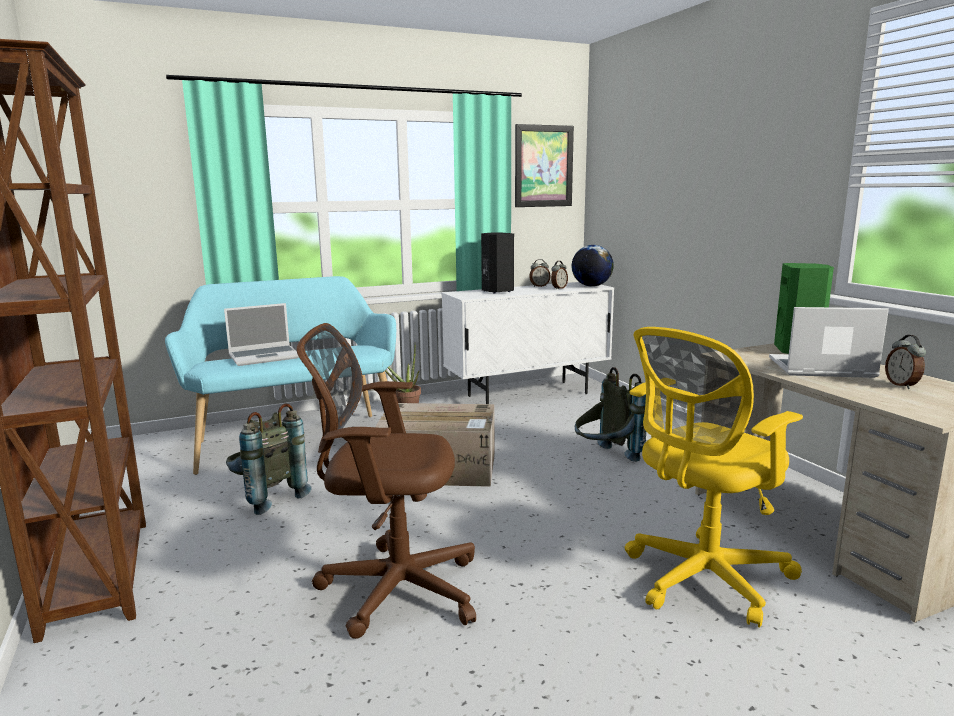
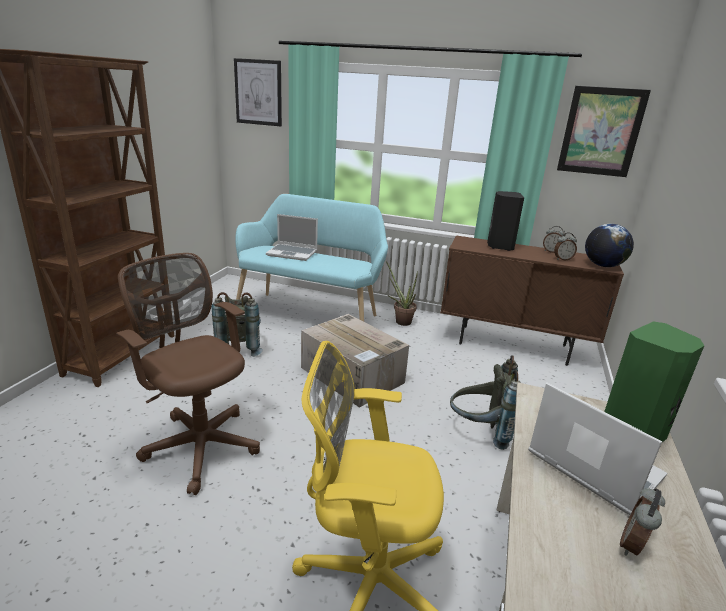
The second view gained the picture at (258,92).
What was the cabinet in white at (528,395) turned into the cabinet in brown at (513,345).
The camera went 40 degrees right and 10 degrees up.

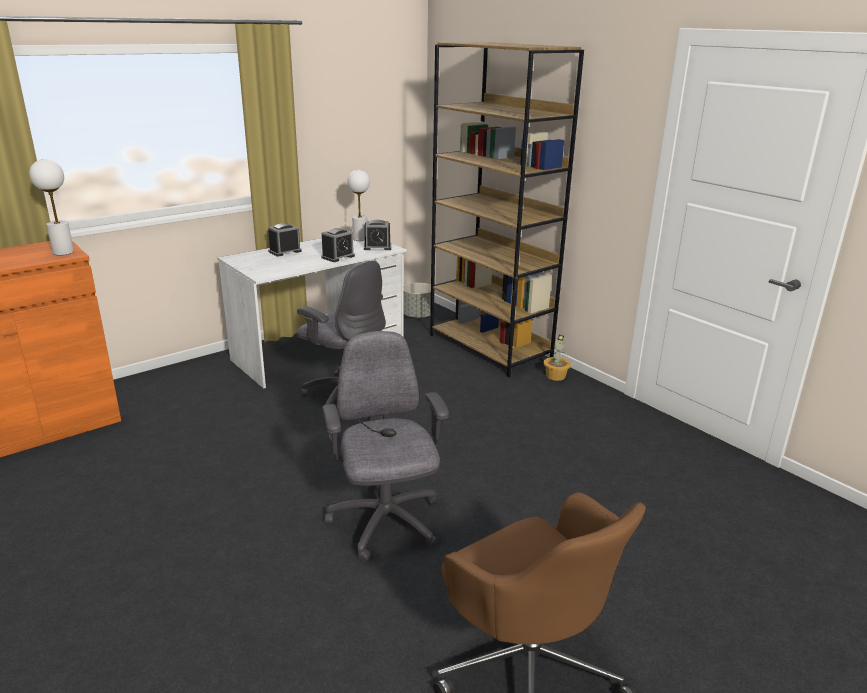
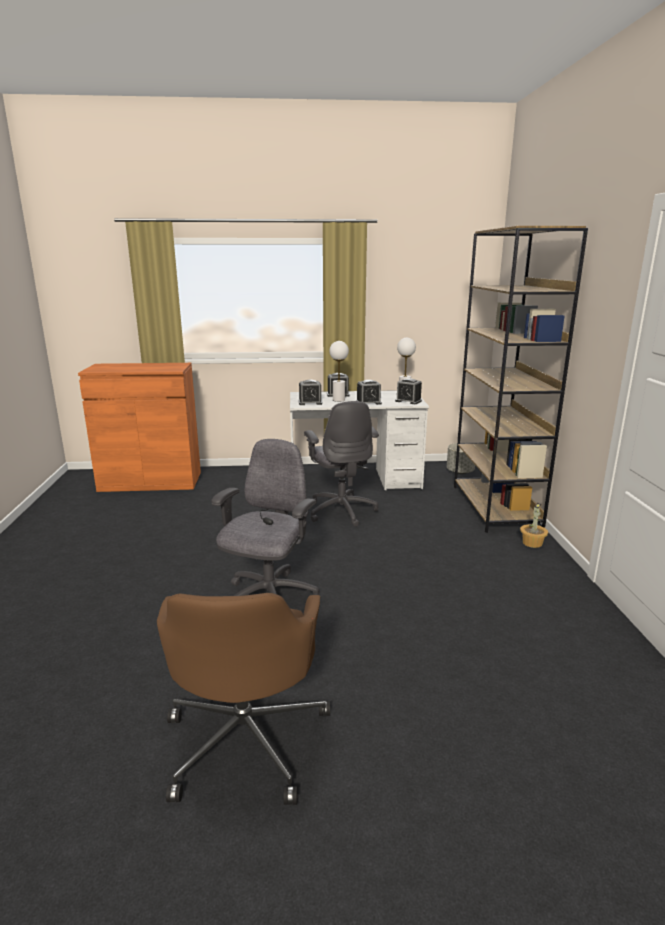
The second view gained the alarm clock at (310,402).
The table lamp in white ended up elsewhere, having gone from (63,252) to (339,400).
The camera went 35 degrees right and 5 degrees down.

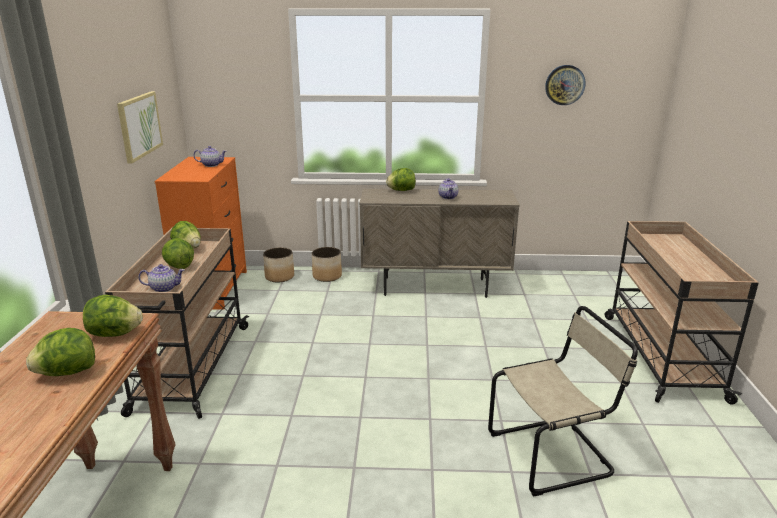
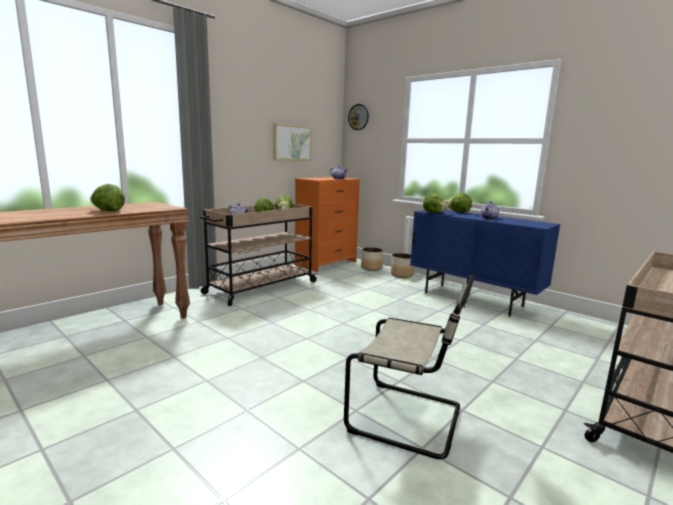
The lettuce ended up elsewhere, having gone from (115,334) to (434,212).
The wall clock ended up elsewhere, having gone from (565,85) to (358,117).
What was the cabinet in beige at (435,287) turned into the cabinet in blue at (473,299).
The camera went 40 degrees right and 10 degrees down.

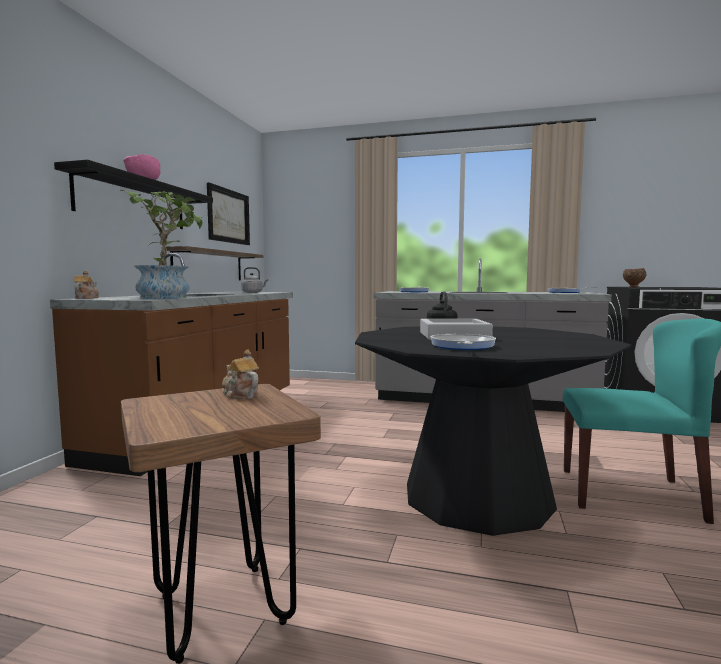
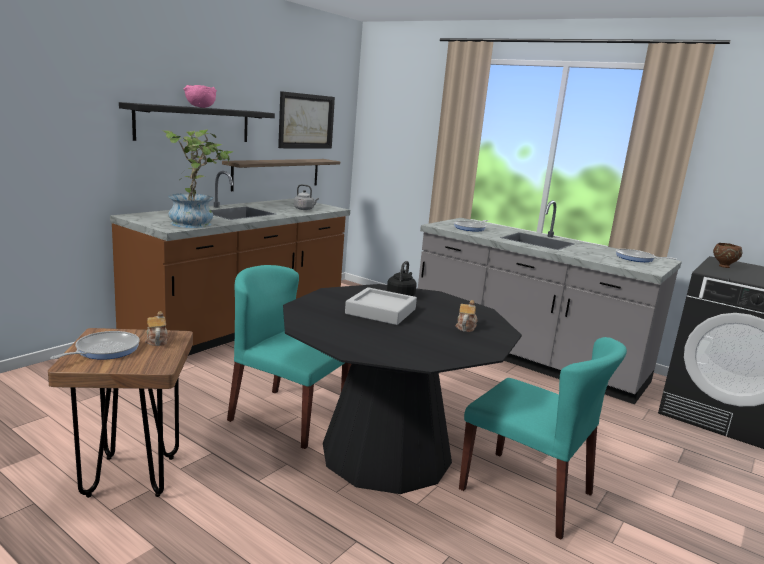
The second view gained the chair in turquoise at (287,417).
The teapot ended up elsewhere, having gone from (86,298) to (465,327).
The frying pan ended up elsewhere, having gone from (462,346) to (104,350).
The camera went 20 degrees right and 10 degrees up.

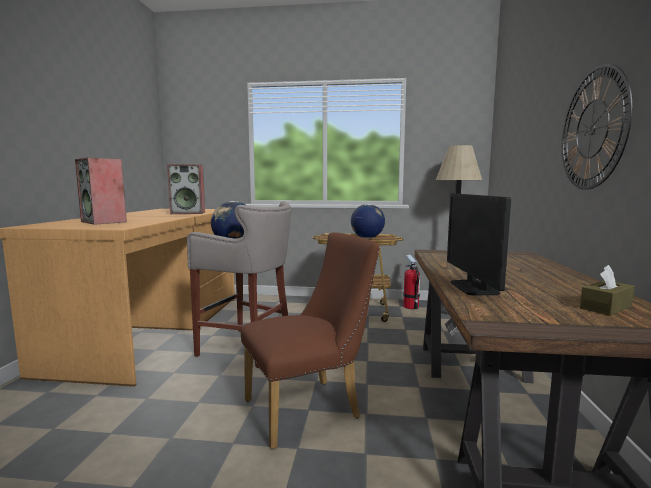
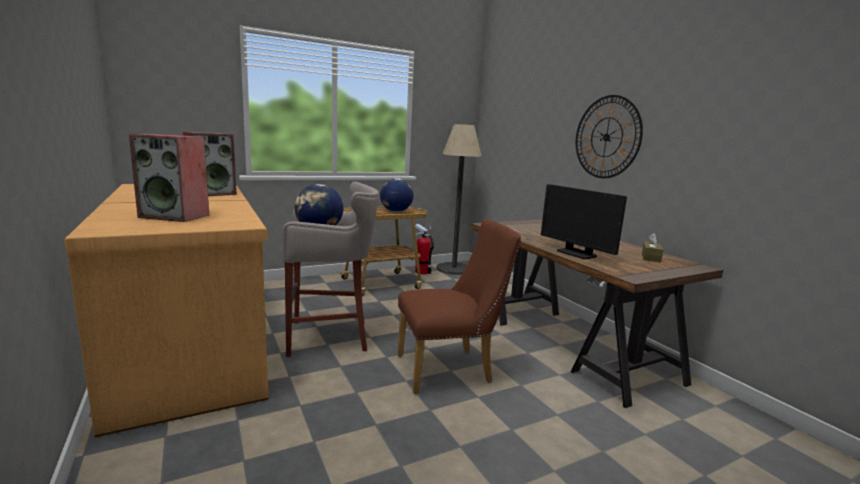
The chair in brown at (310,408) ended up facing another way, 45 degrees clockwise from before.
The camera went 35 degrees left and 5 degrees up.

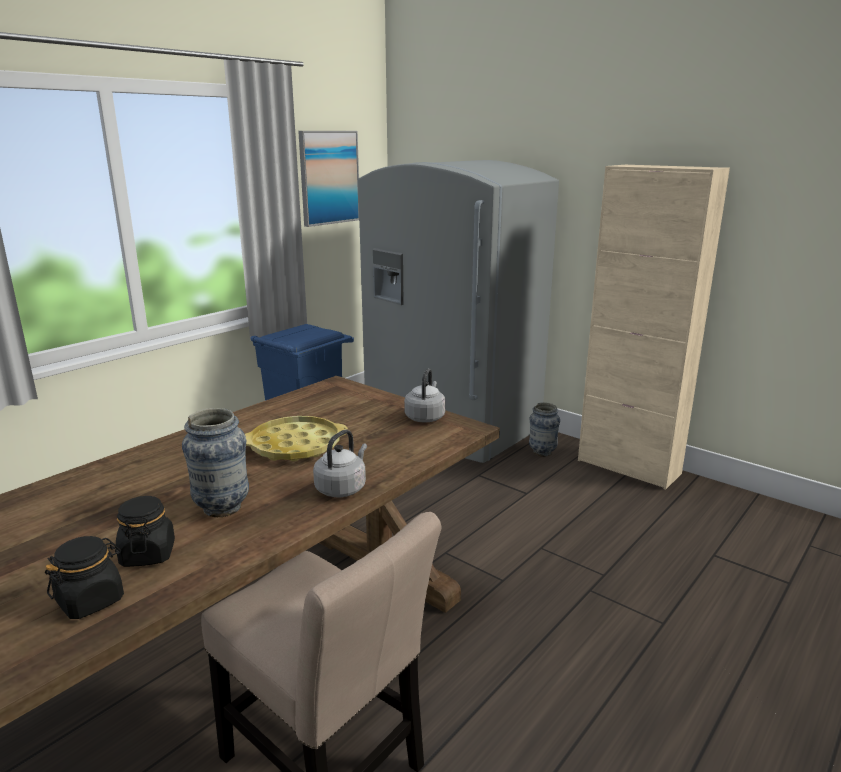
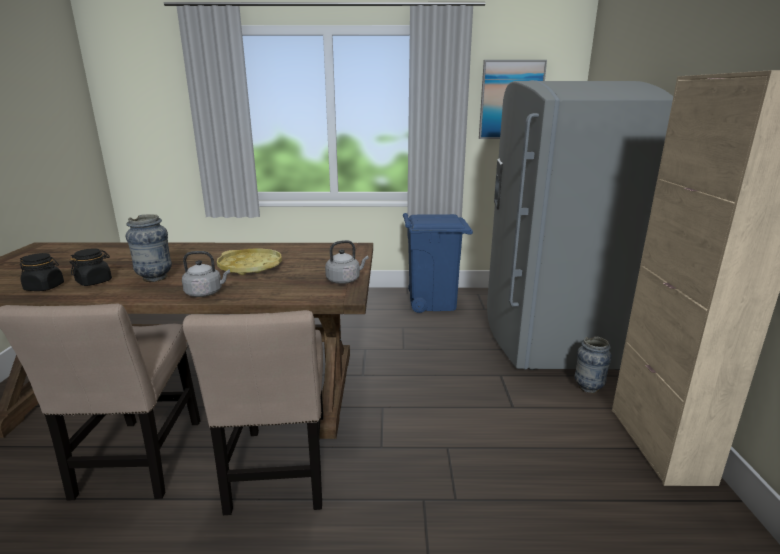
The second view gained the chair in beige at (280,473).
The camera went 50 degrees right and 0 degrees up.

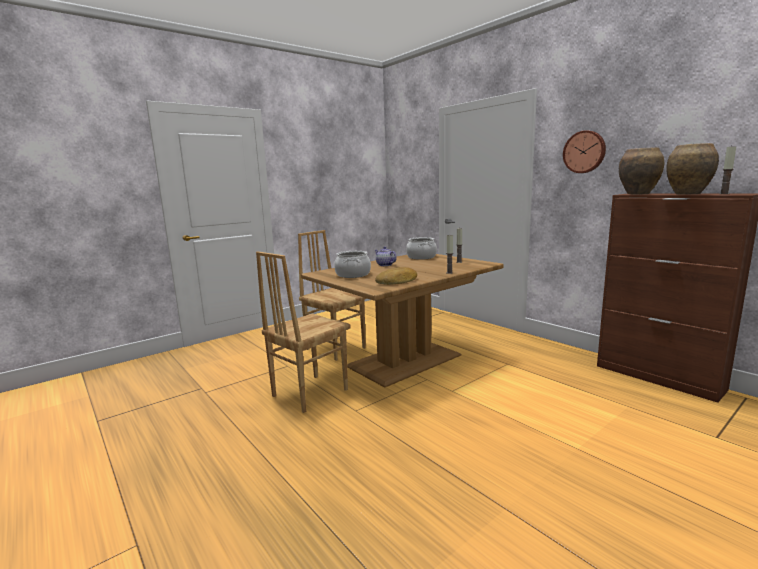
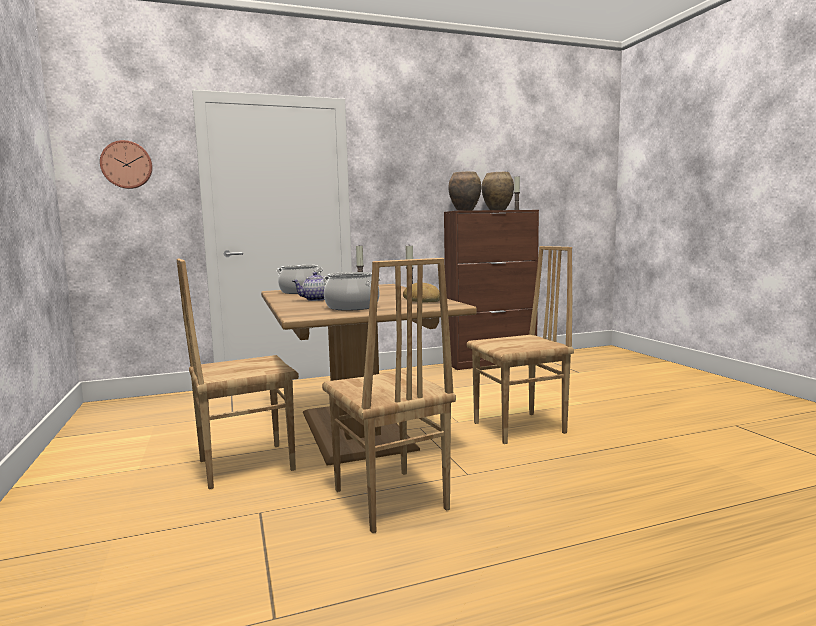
The second view gained the chair in brown at (520,428).
The wall clock ended up elsewhere, having gone from (584,152) to (127,165).
The camera went 70 degrees left and 5 degrees down.

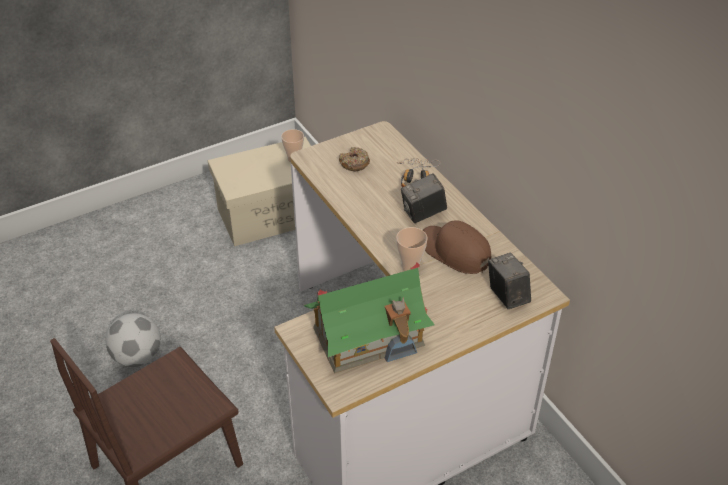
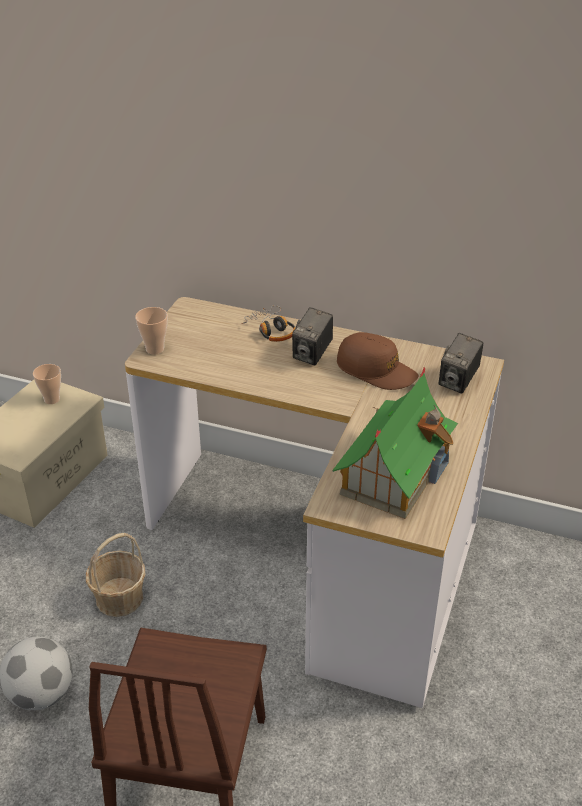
The second view lost the donut at (354,163).
The second view gained the basket at (119,598).
The cup ended up elsewhere, having gone from (410,266) to (155,349).
The cap in brown at (454,252) ended up facing another way, 150 degrees counterclockwise from before.
The photo camera at (507,296) ended up facing another way, 90 degrees counterclockwise from before.
The camera went 40 degrees left and 5 degrees down.

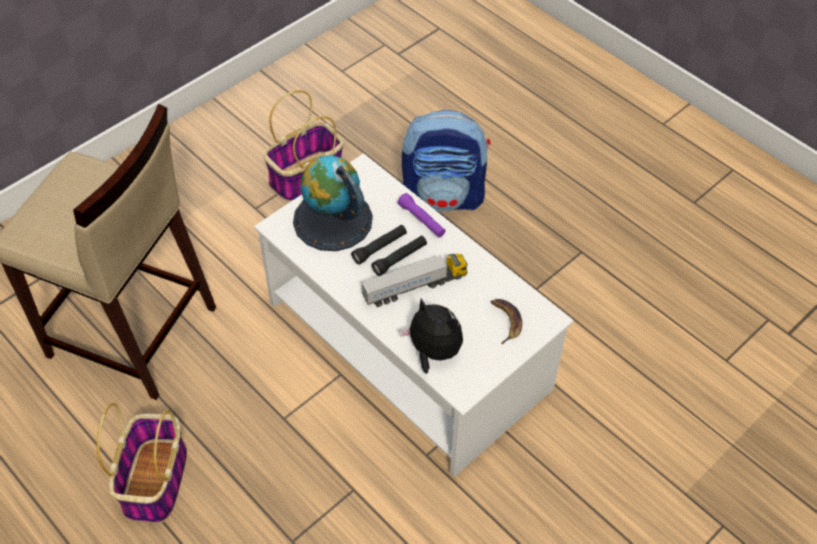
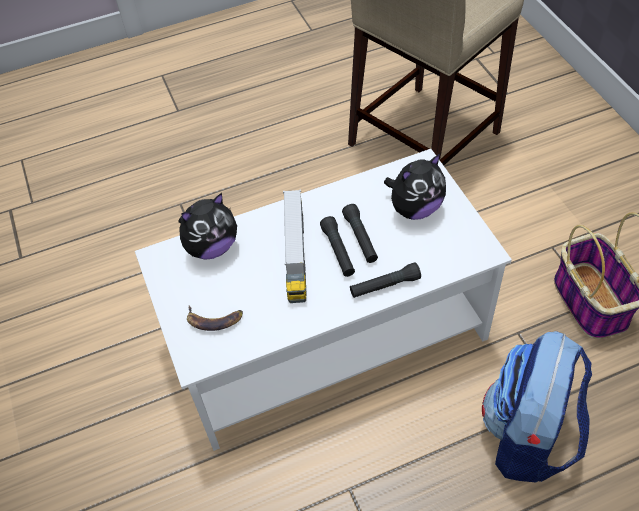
The second view lost the basket at (155,479).
Where the globe stood at (332,220), the plush toy came to stand at (415,208).
What was the flashlight in purple at (422,220) turned into the flashlight in black at (384,286).
The camera went 115 degrees right and 0 degrees up.

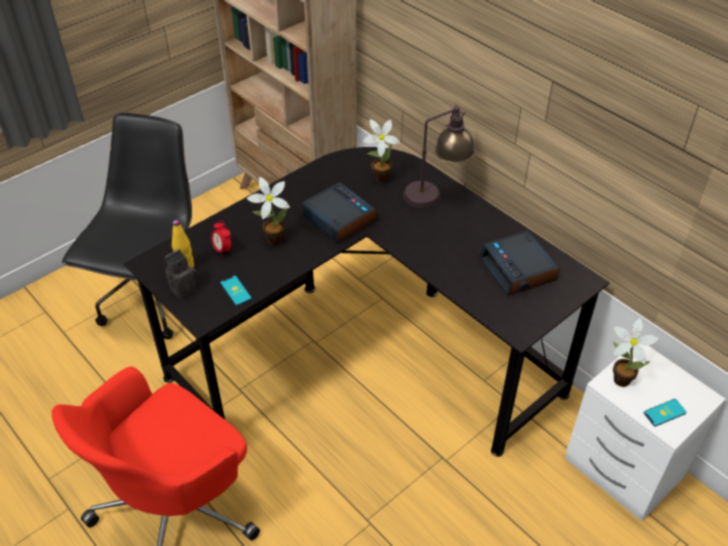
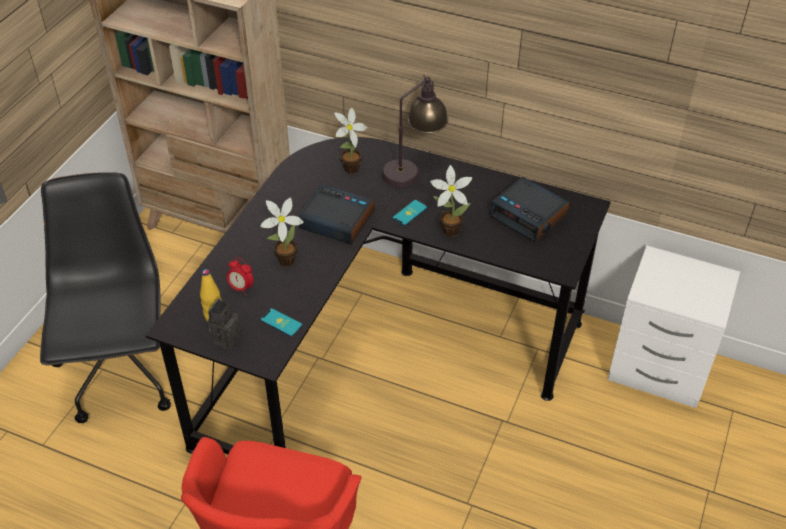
The potted plant ended up elsewhere, having gone from (619,378) to (448,230).
The phone ended up elsewhere, having gone from (664,413) to (409,213).
The camera went 25 degrees left and 0 degrees up.

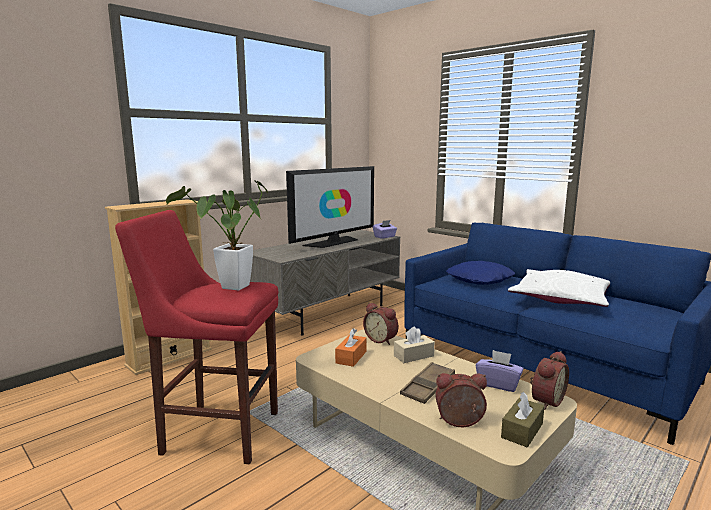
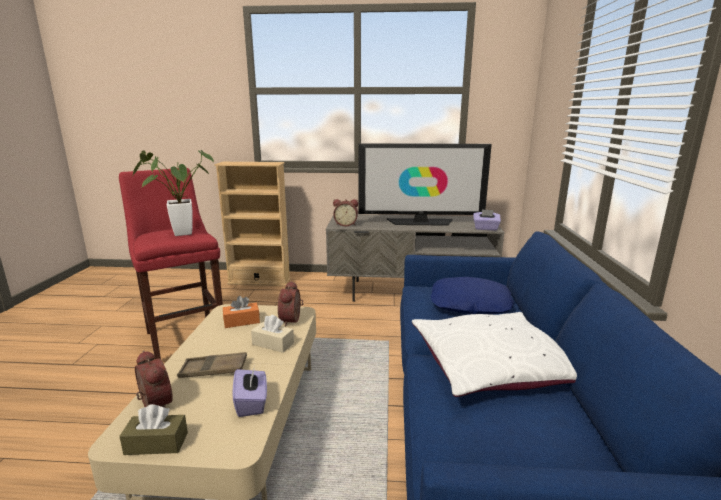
The alarm clock ended up elsewhere, having gone from (545,400) to (346,224).
The camera went 50 degrees right and 5 degrees up.

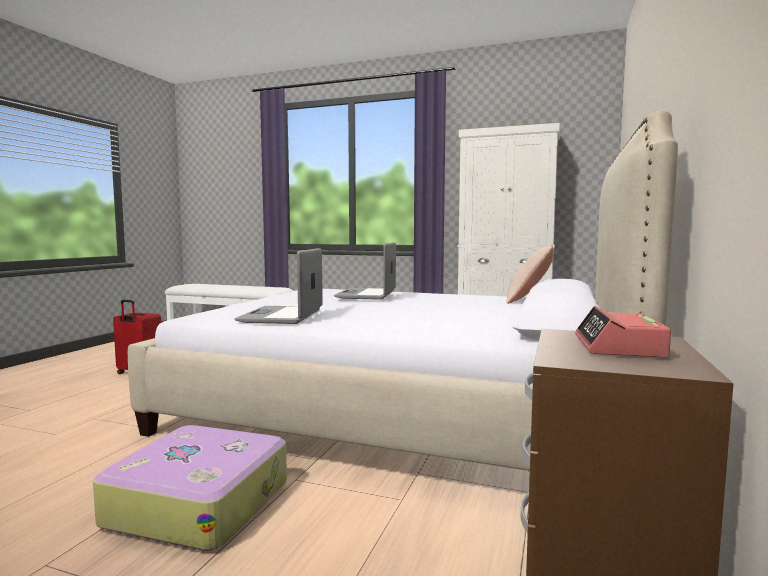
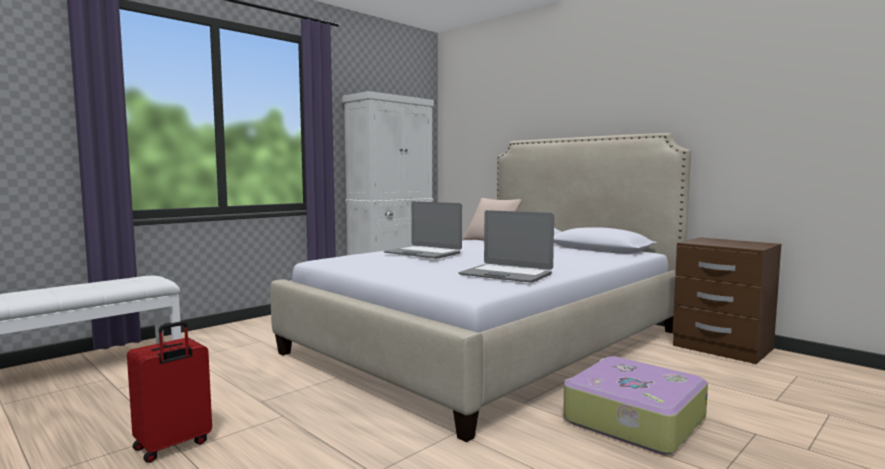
The second view lost the alarm clock at (618,347).
The camera went 65 degrees left and 0 degrees up.

